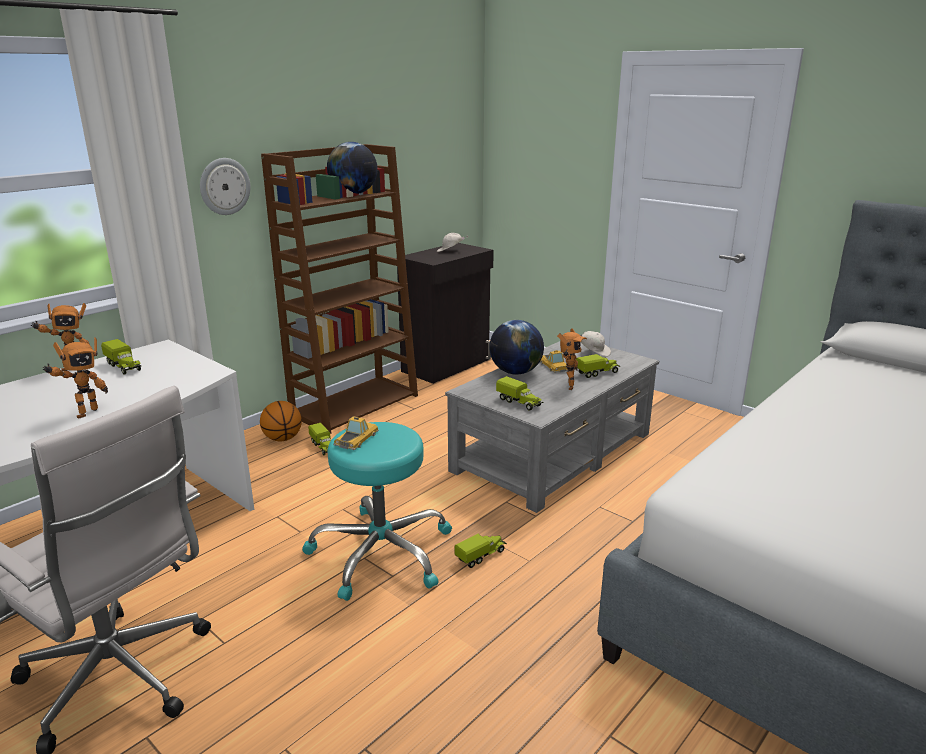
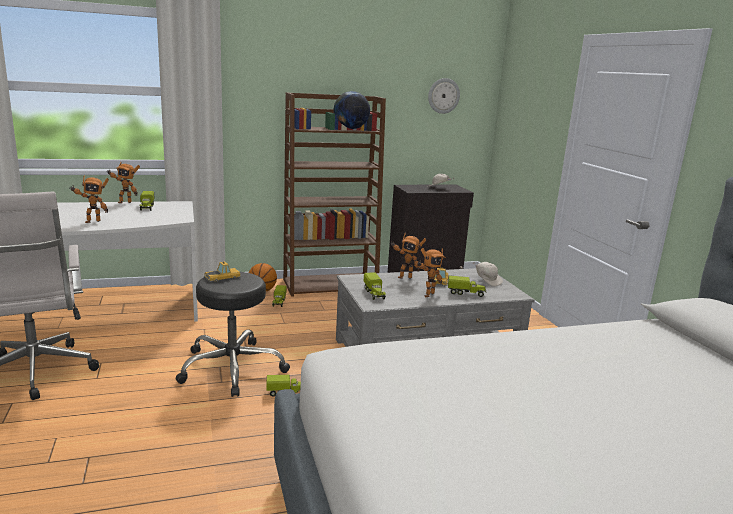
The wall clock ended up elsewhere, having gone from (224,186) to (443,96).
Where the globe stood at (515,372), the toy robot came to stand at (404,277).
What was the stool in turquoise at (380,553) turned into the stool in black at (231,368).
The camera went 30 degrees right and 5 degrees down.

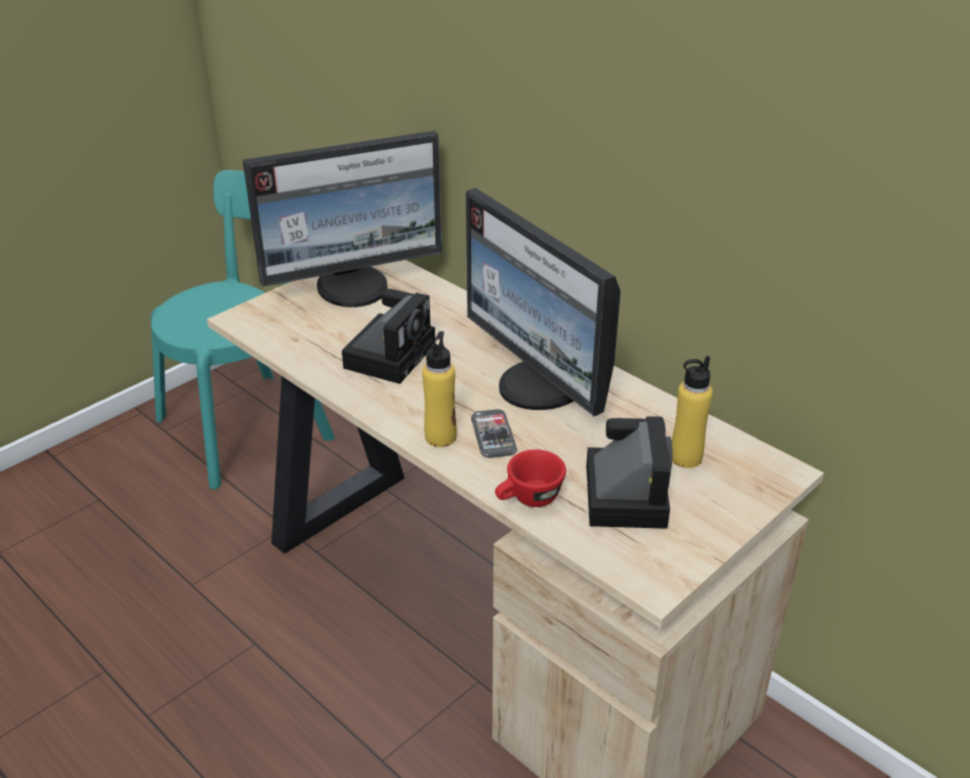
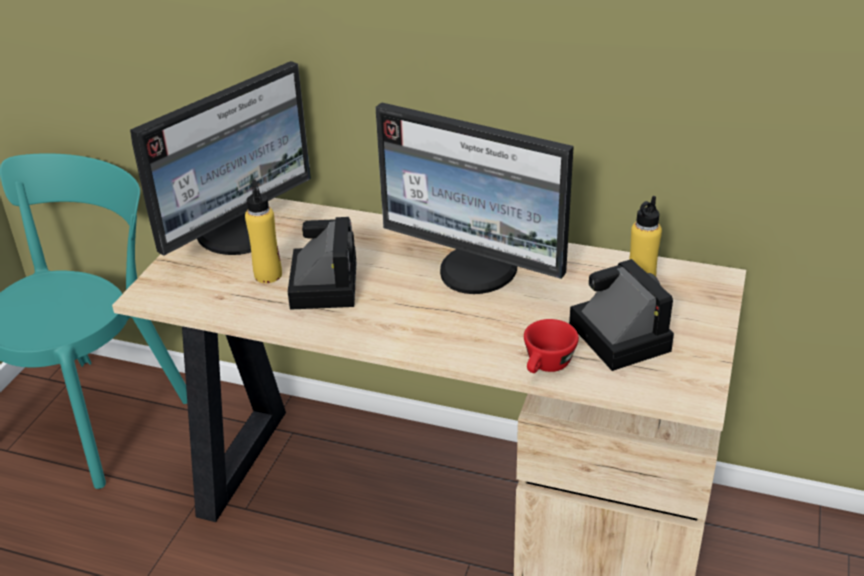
The second view lost the phone at (493,435).
The bottle in yellow ended up elsewhere, having gone from (440,437) to (268,275).
The camera went 25 degrees left and 0 degrees up.

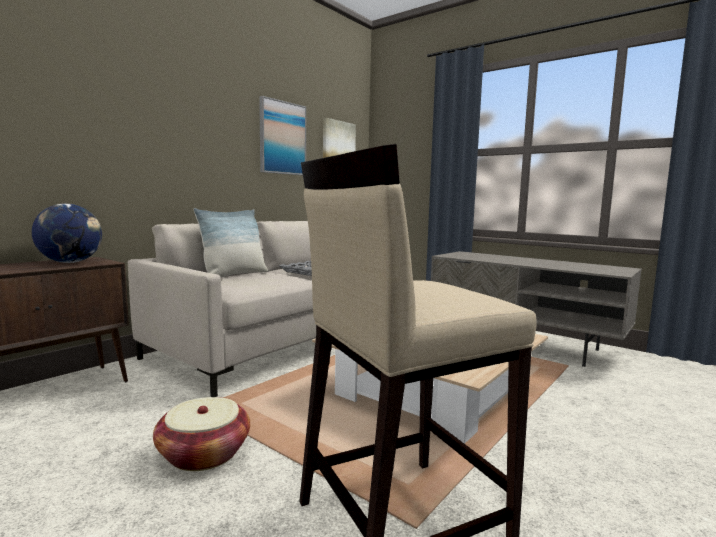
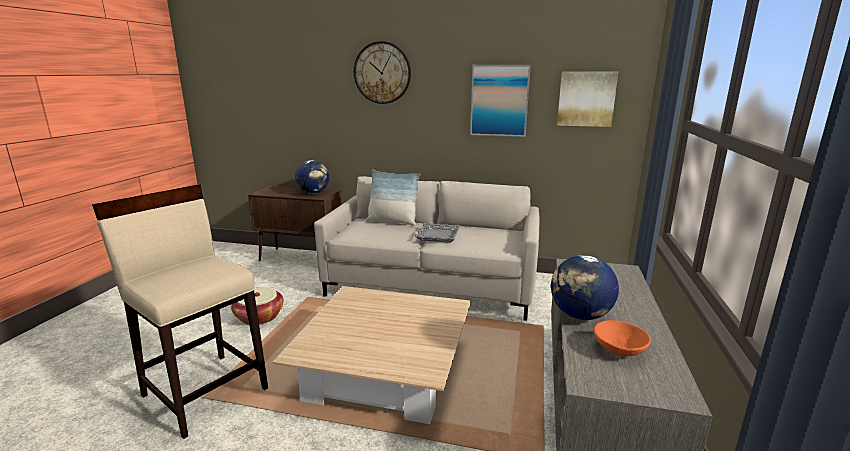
The second view gained the wall clock at (382,73).
The second view gained the globe at (580,315).
The second view gained the bowl in orange at (619,350).
The camera went 65 degrees right and 10 degrees up.

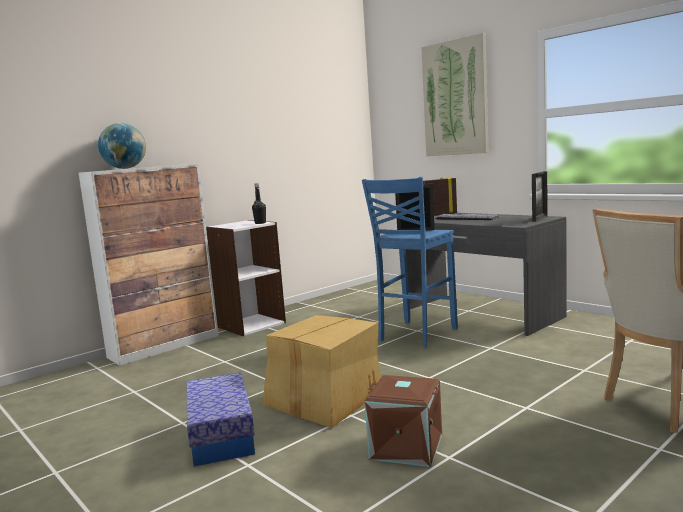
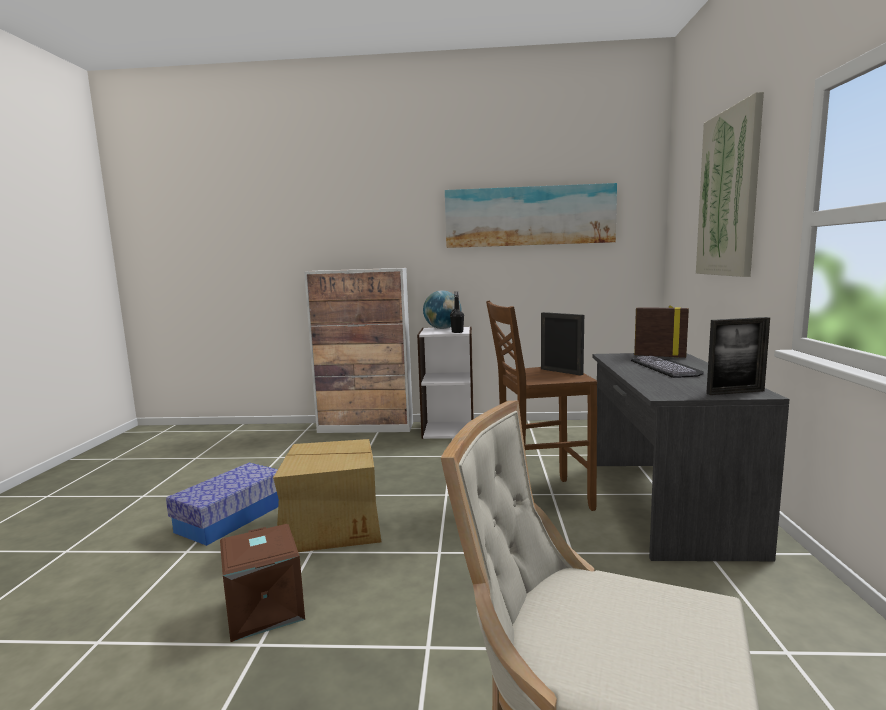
The second view gained the picture at (529,216).
The globe ended up elsewhere, having gone from (125,168) to (442,328).
What was the stool in blue at (415,335) turned into the stool in brown at (539,498).
The camera went 45 degrees right and 0 degrees up.

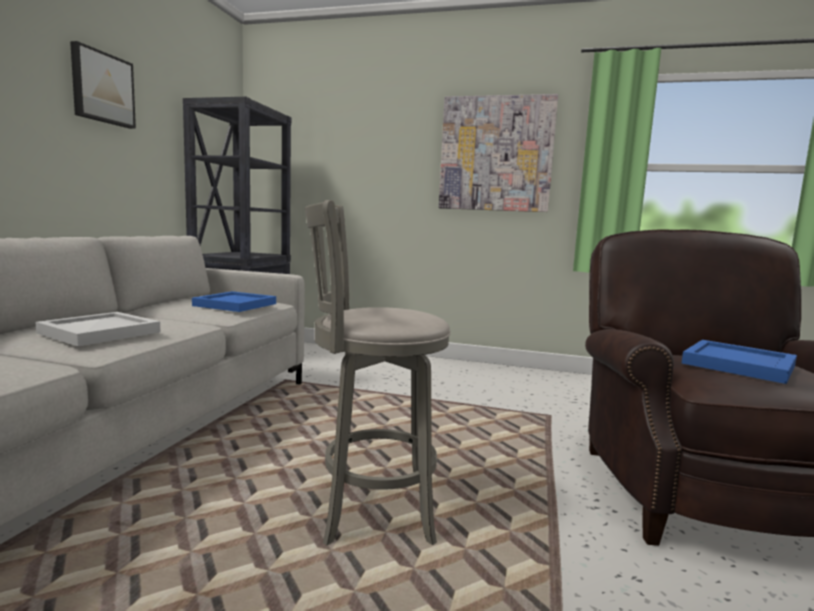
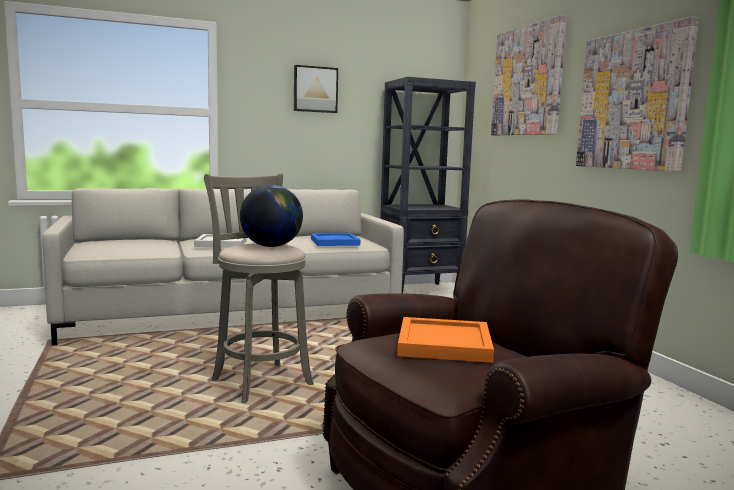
The second view gained the globe at (271,246).
The second view gained the picture at (528,81).
What was the tray in blue at (739,365) turned into the tray in orange at (443,344).
The camera went 55 degrees right and 0 degrees up.

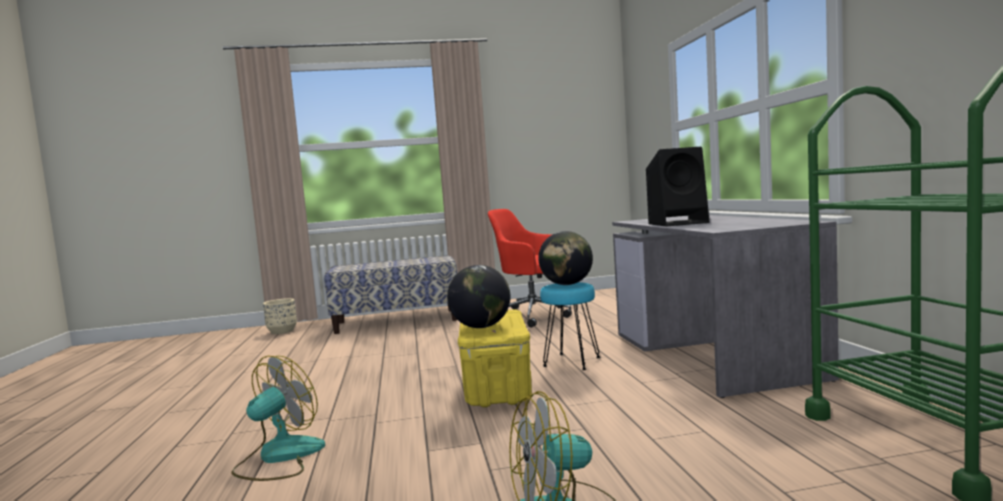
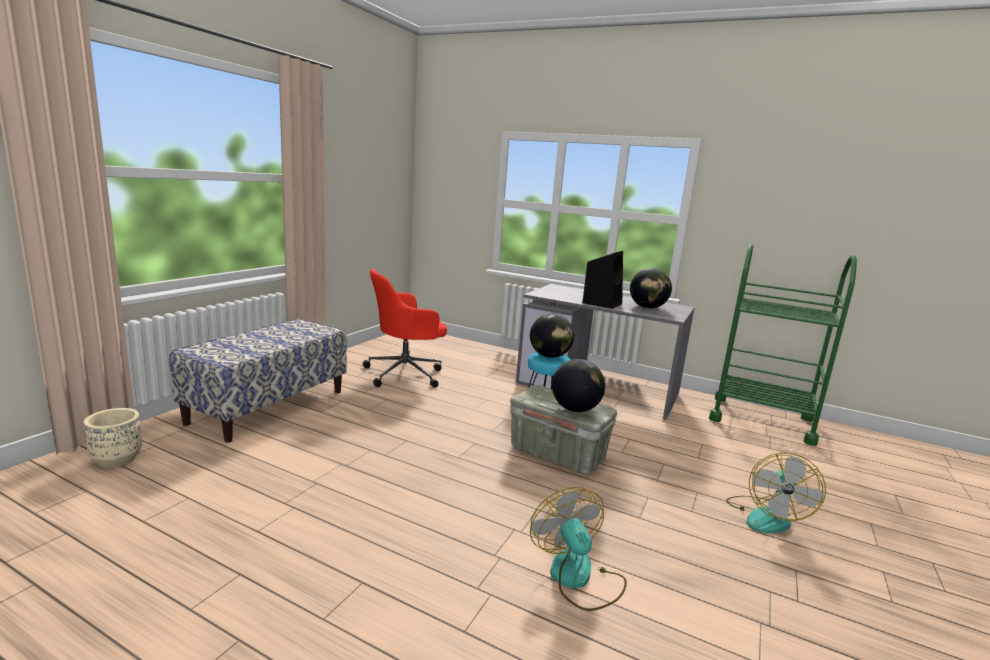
The second view gained the globe at (647,307).
What was the storage box in yellow at (497,389) turned into the storage box in grey at (558,454).
The camera went 55 degrees left and 10 degrees up.

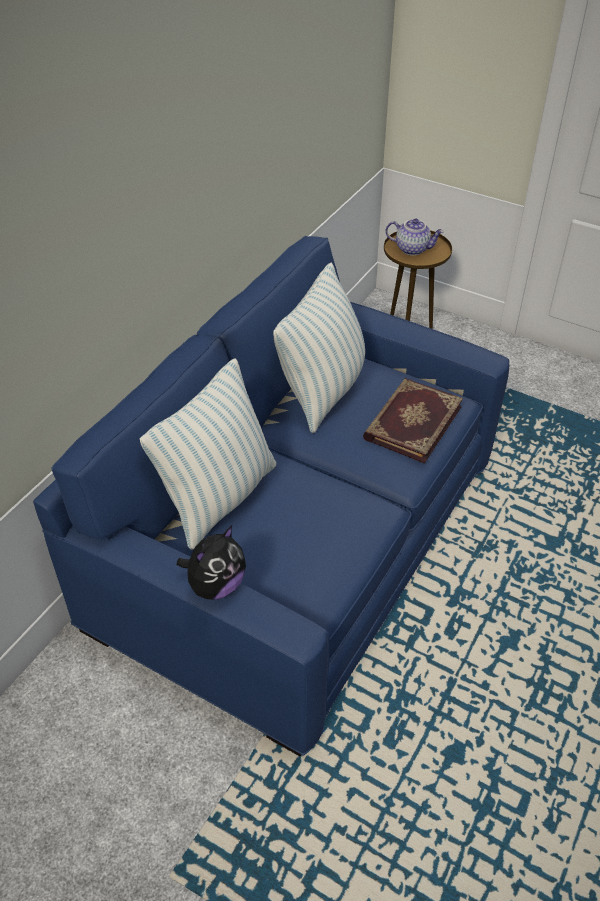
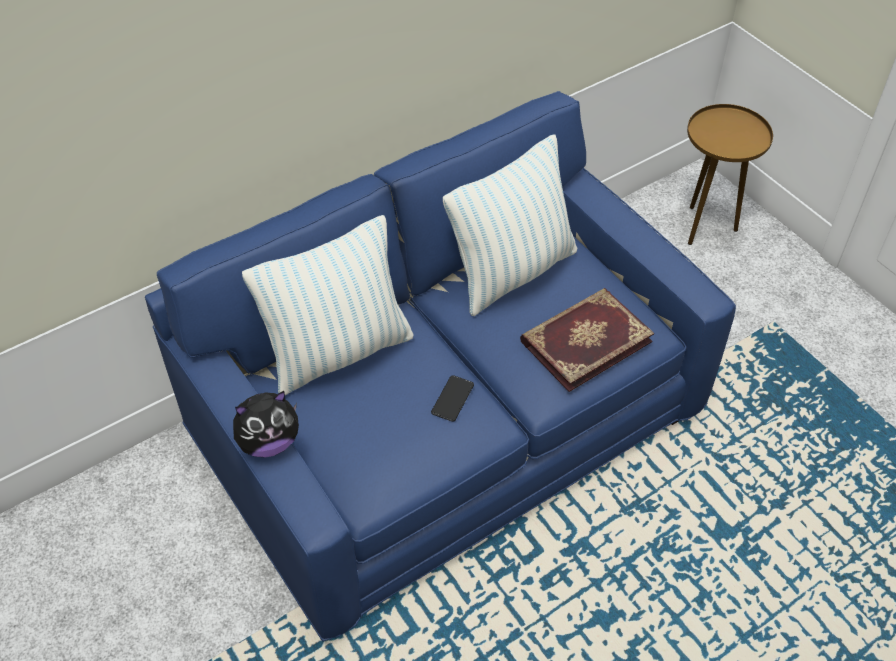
The second view lost the teapot at (412,249).
The second view gained the phone at (452,399).
The camera went 25 degrees right and 5 degrees up.

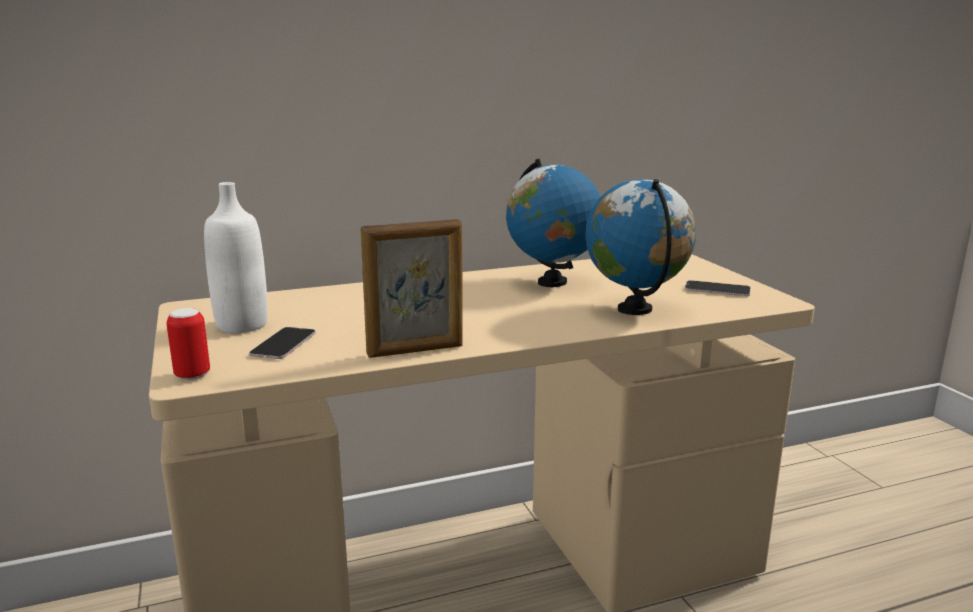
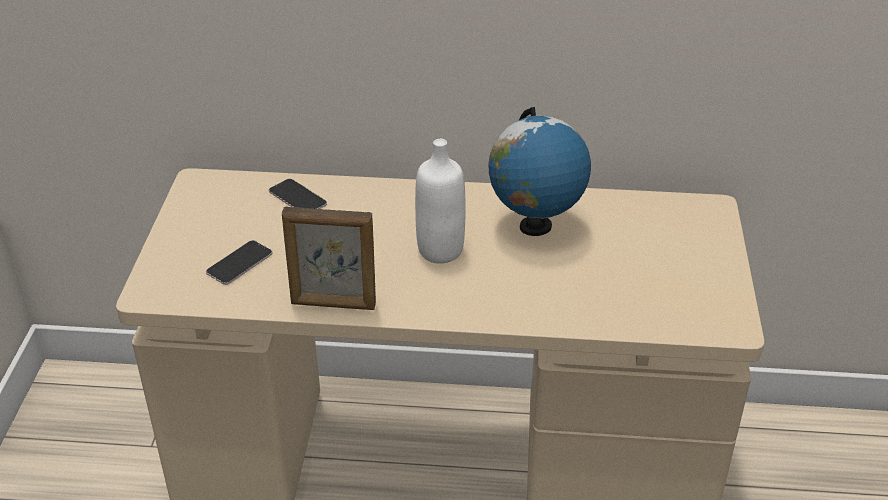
The second view lost the can at (192,375).
The second view lost the globe at (635,310).
The bottle in white ended up elsewhere, having gone from (242,325) to (440,250).
The phone ended up elsewhere, having gone from (717,290) to (297,198).
The camera went 25 degrees right and 20 degrees up.

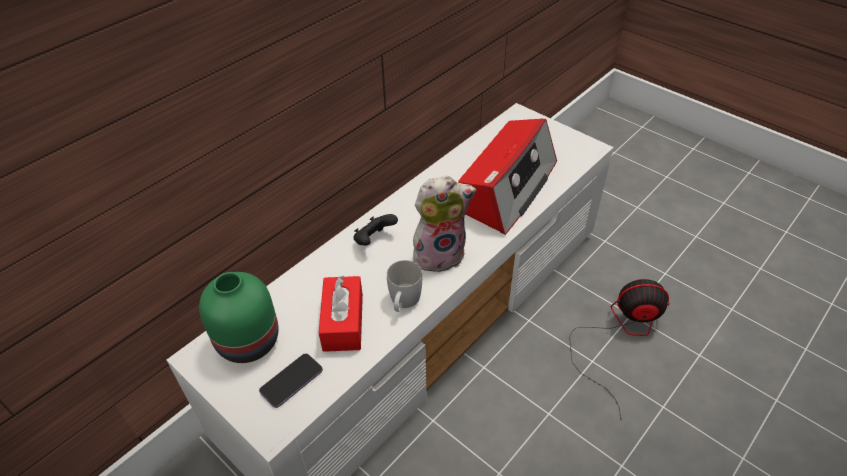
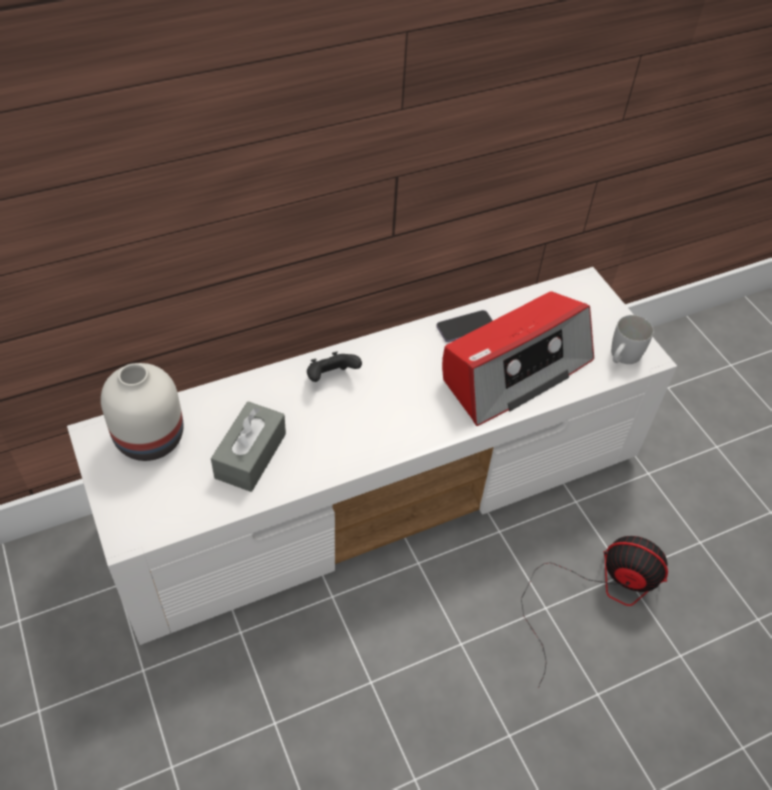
The second view lost the plush toy at (439,254).
The phone ended up elsewhere, having gone from (291,381) to (465,327).
The mug in white ended up elsewhere, having gone from (403,302) to (622,357).
What was the vase in green at (250,341) turned into the vase in white at (151,439).
What was the tissue box in red at (343,322) turned into the tissue box in grey at (250,455).
The camera went 20 degrees right and 5 degrees up.

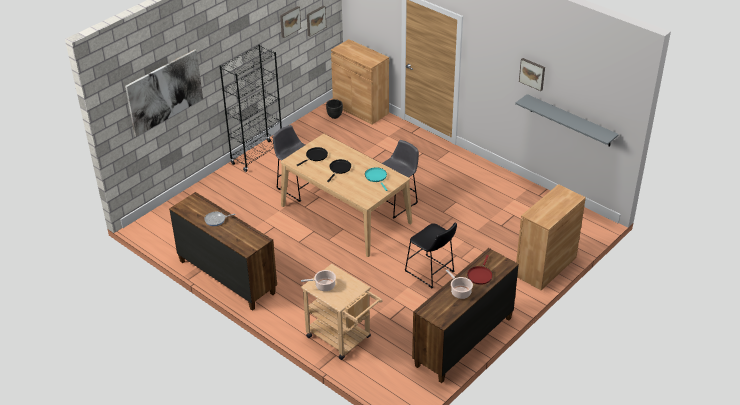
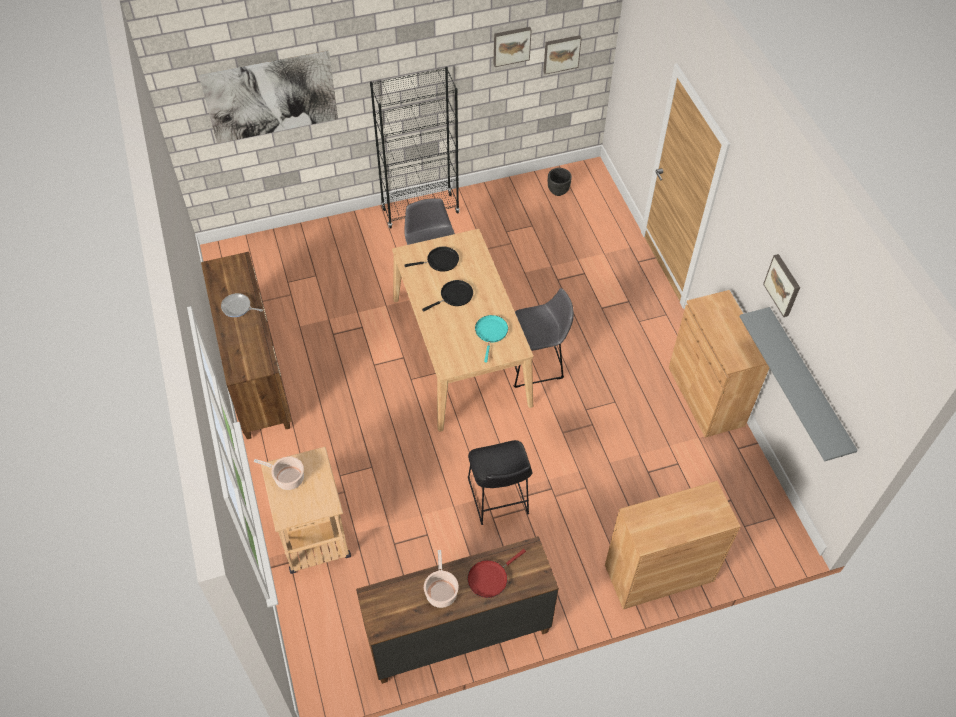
The cabinet in brown ended up elsewhere, having gone from (360,109) to (706,396).
The camera went 30 degrees right and 15 degrees up.

